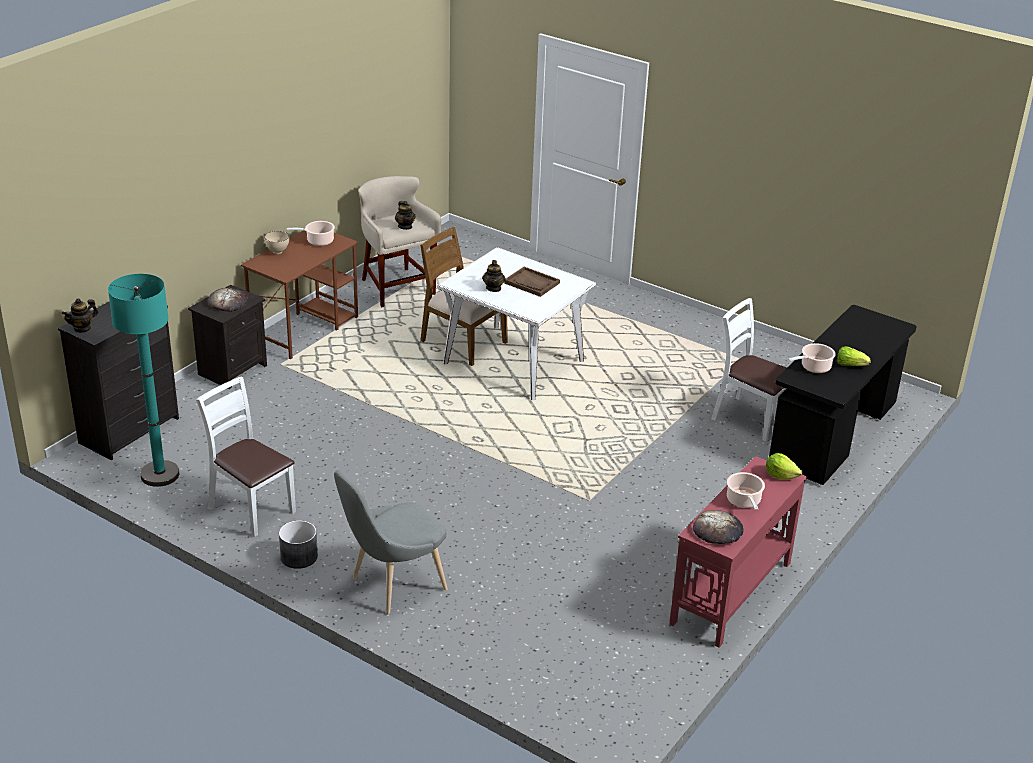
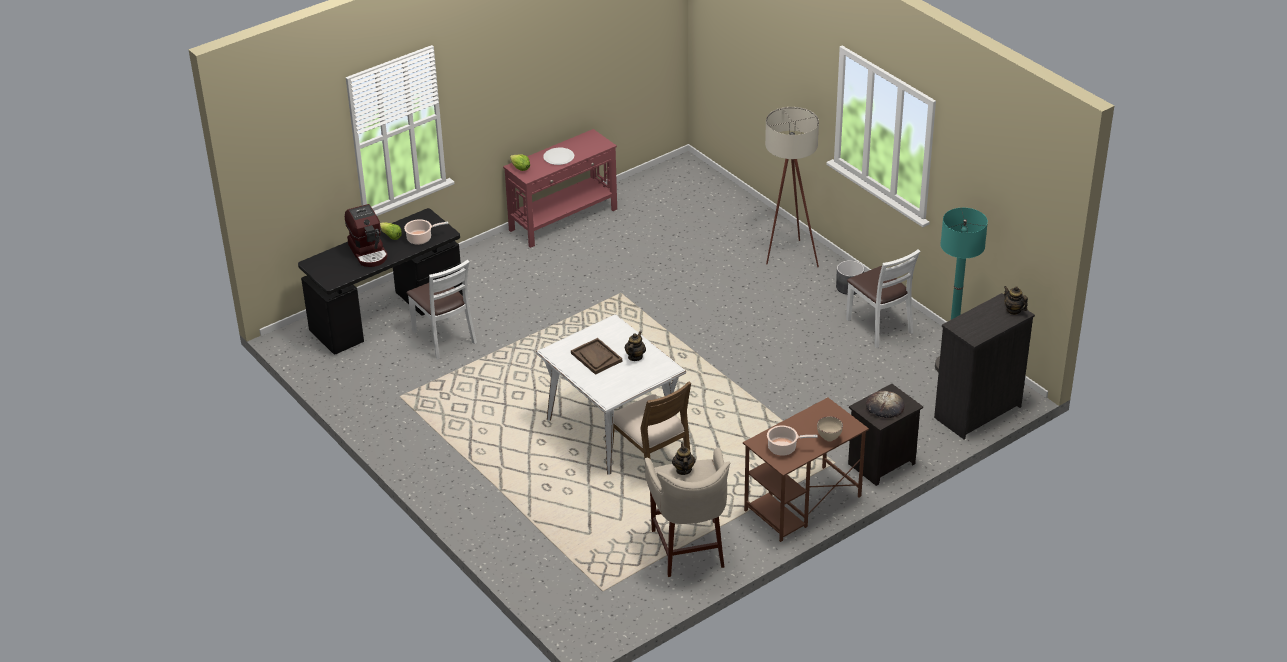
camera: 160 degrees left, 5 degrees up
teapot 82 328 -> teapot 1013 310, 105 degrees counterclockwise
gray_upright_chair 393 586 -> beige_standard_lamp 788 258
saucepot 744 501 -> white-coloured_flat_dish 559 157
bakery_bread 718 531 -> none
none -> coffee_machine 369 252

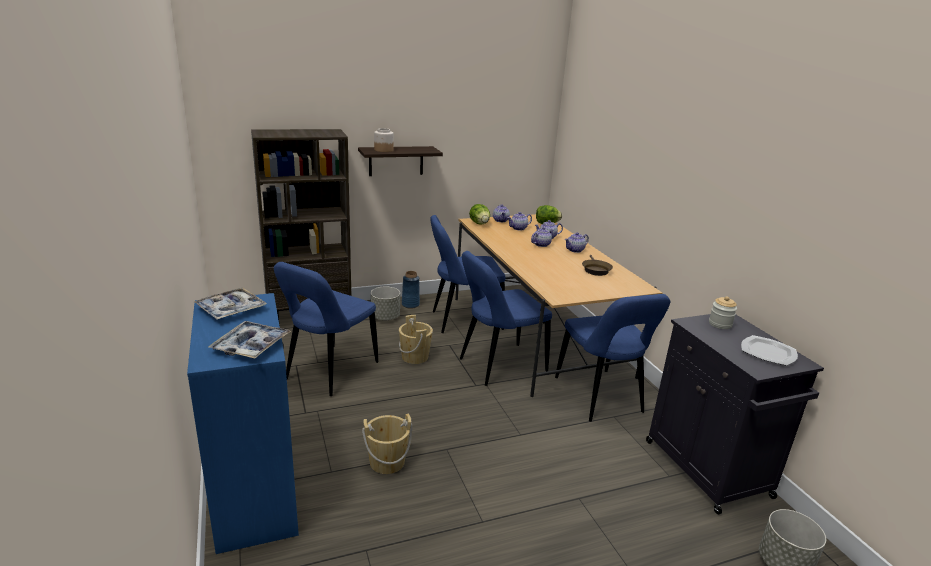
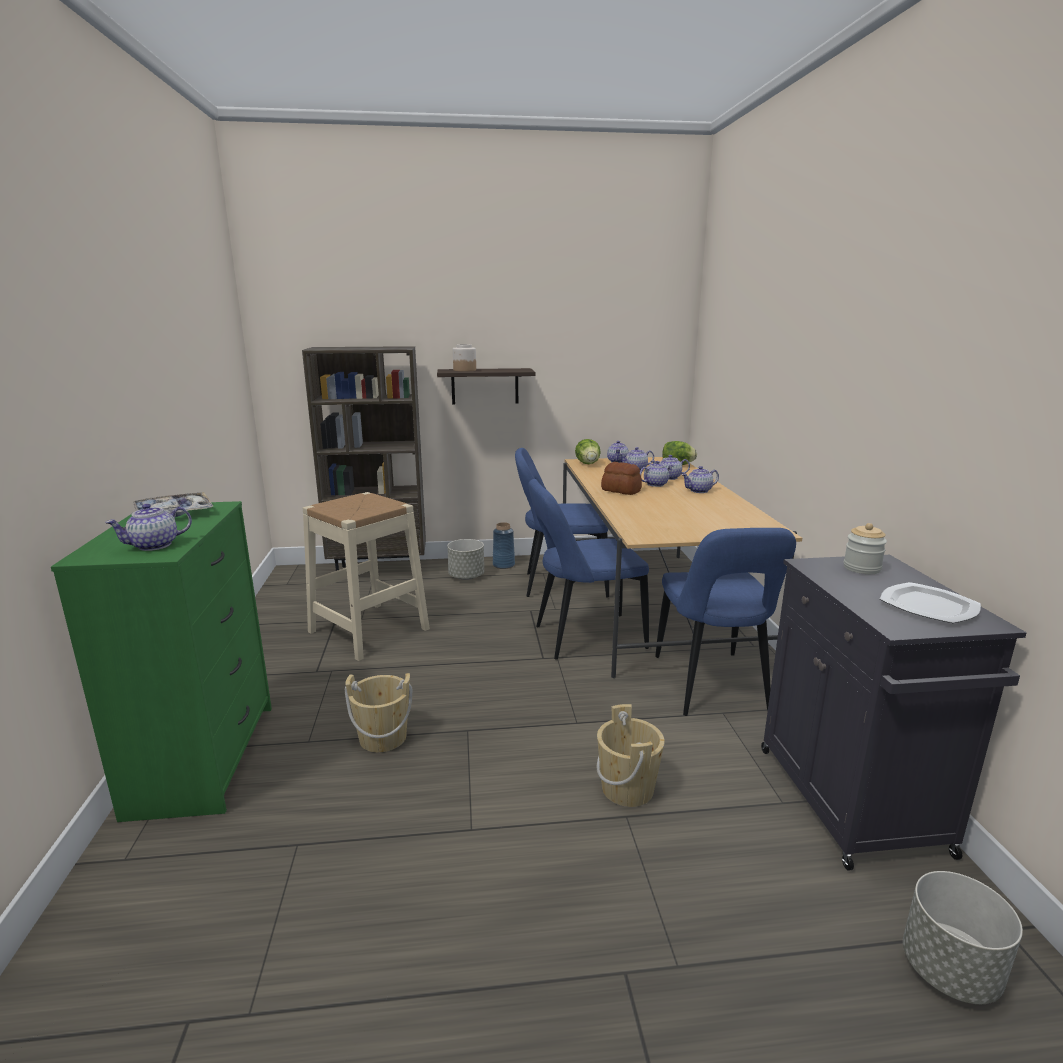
camera: 15 degrees right, 5 degrees down
brown-coloured_skillet 595 270 -> none
bluish_upright_chair 329 372 -> beige_stool_seat 368 630
bluish_dresser 256 495 -> green_dresser 205 758
beige_pail 415 357 -> beige_pail 627 788, shifted
serving_tray 251 346 -> teapot 154 546
none -> bakery_bread 621 490

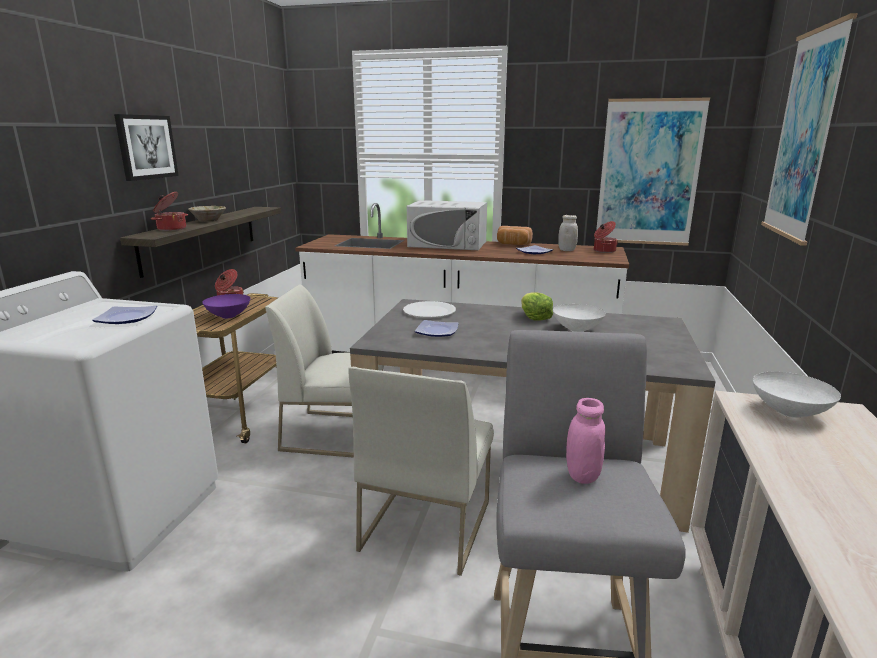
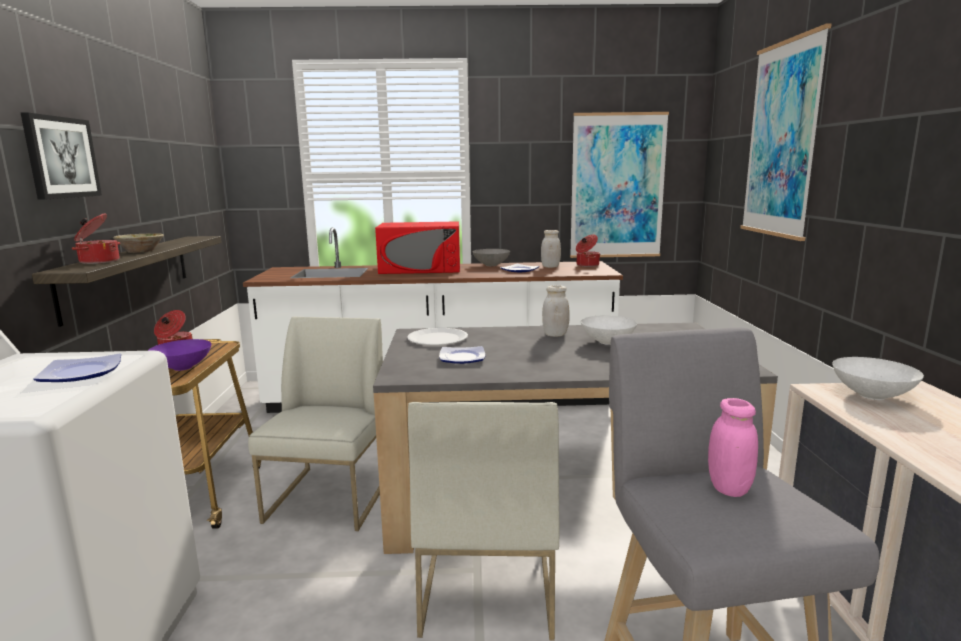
camera: 15 degrees left, 5 degrees down
white-coloured_kitchen_microwave 447 244 -> red-coloured_kitchen_microwave 421 268
bakery_bread 513 244 -> gray_bowl 491 265
white-coloured_upright_chair 335 433 -> white-coloured_upright_chair 331 498, 105 degrees clockwise
lettuce_head 534 317 -> white-coloured_storage_jar 555 334

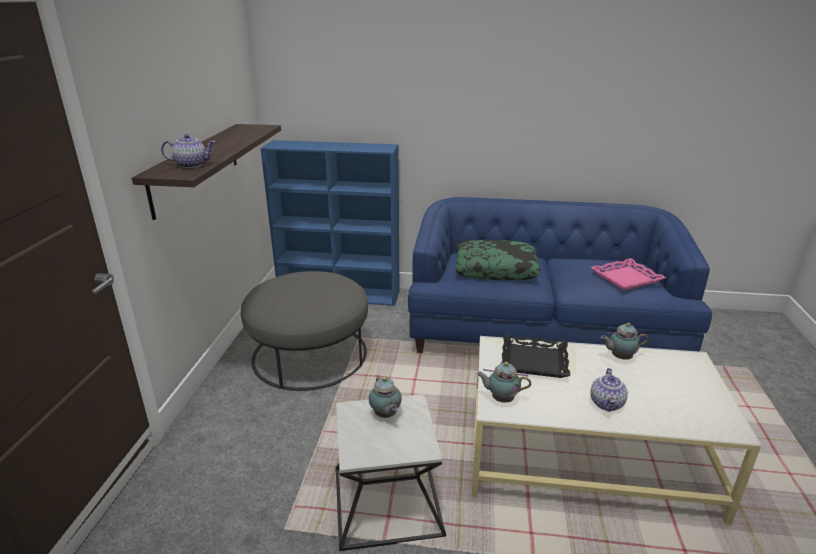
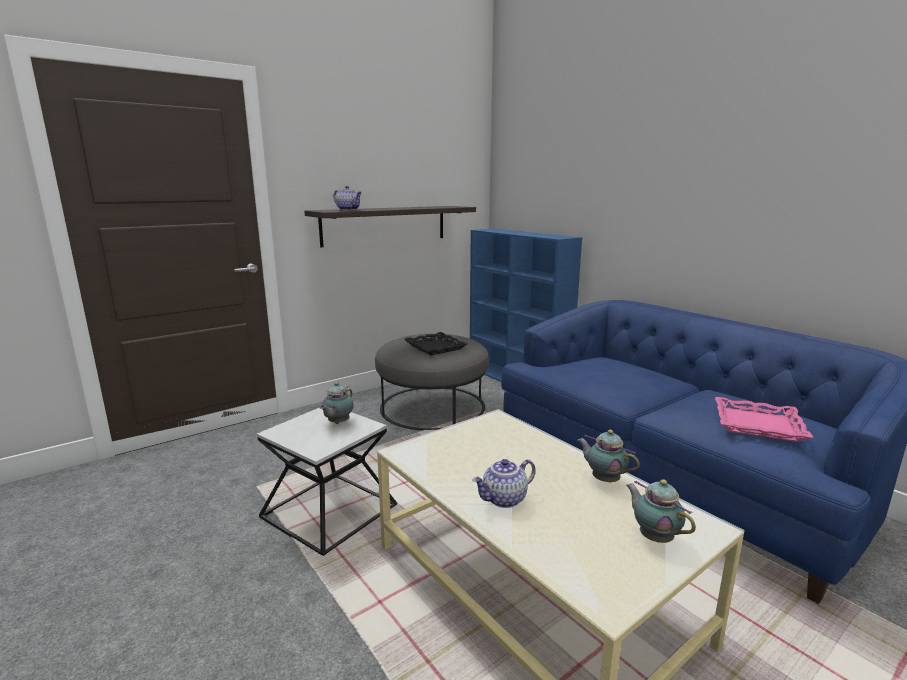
camera: 45 degrees right, 10 degrees down
pillow 495 269 -> none
blackish_serving_tray 534 360 -> blackish_serving_tray 436 347, shifted
teapot 501 399 -> teapot 654 537, shifted

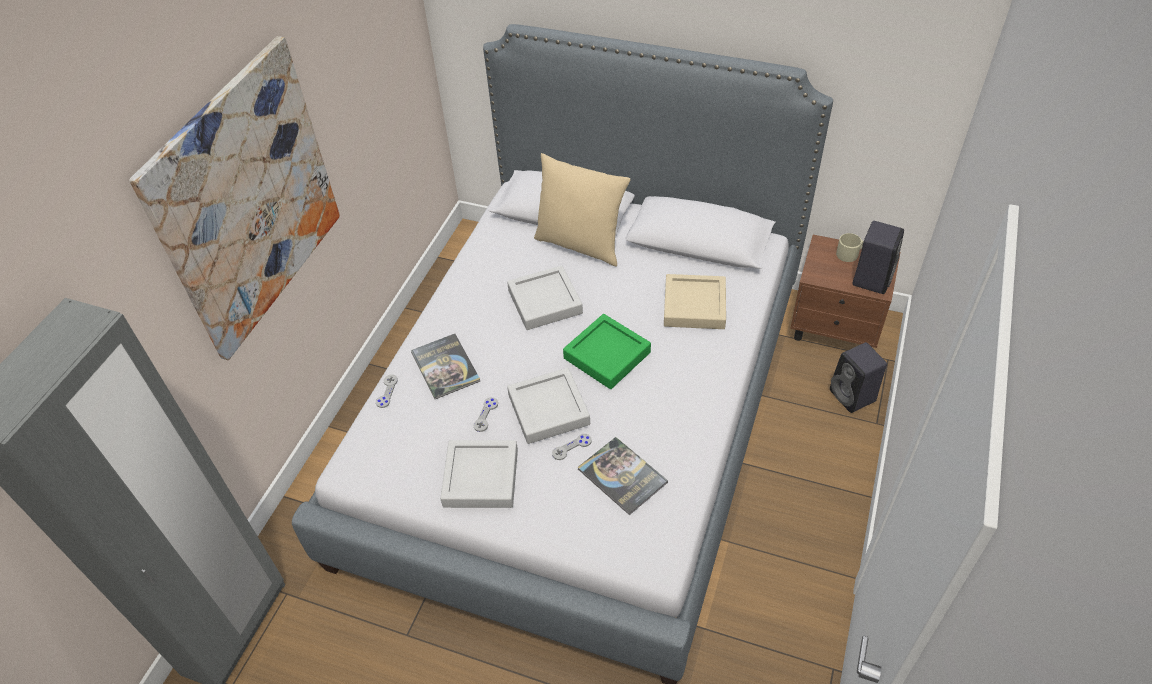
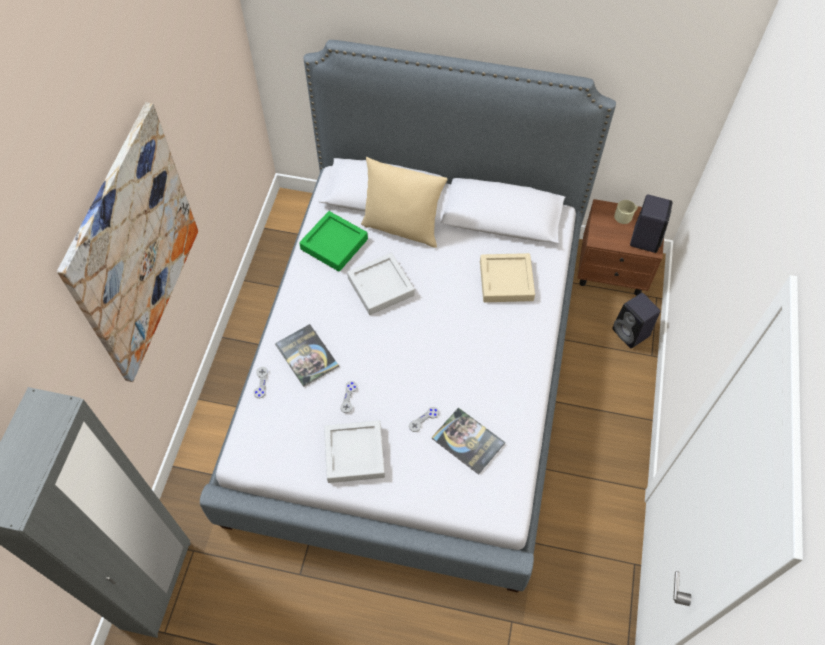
camera: 10 degrees left, 10 degrees up
green_serving_tray 607 355 -> green_serving_tray 334 244, shifted
gray_serving_tray 548 409 -> none

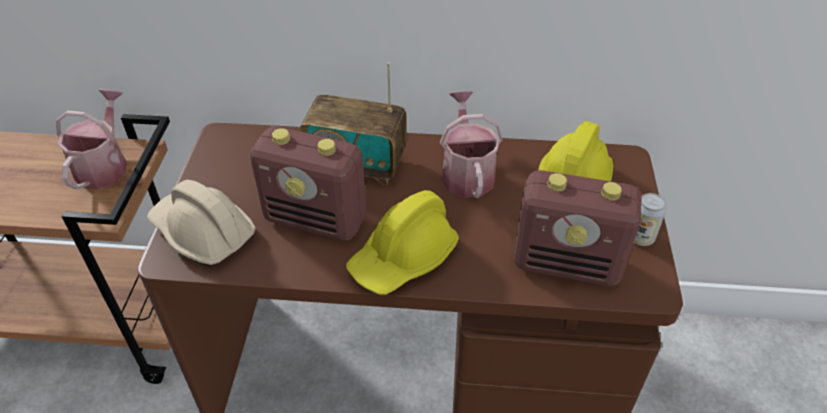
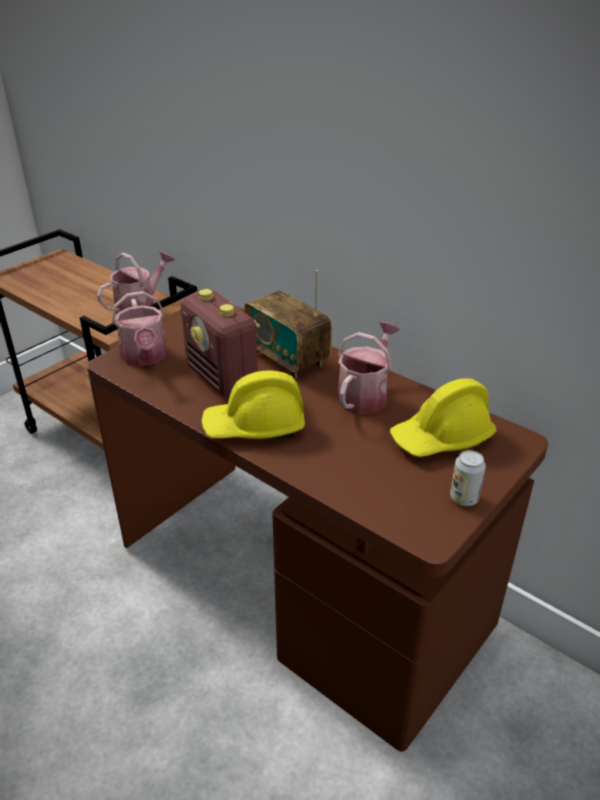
camera: 35 degrees right, 10 degrees down
radio_receiver 567 264 -> none
beige_work_helmet 202 233 -> sprinkling_can 145 357

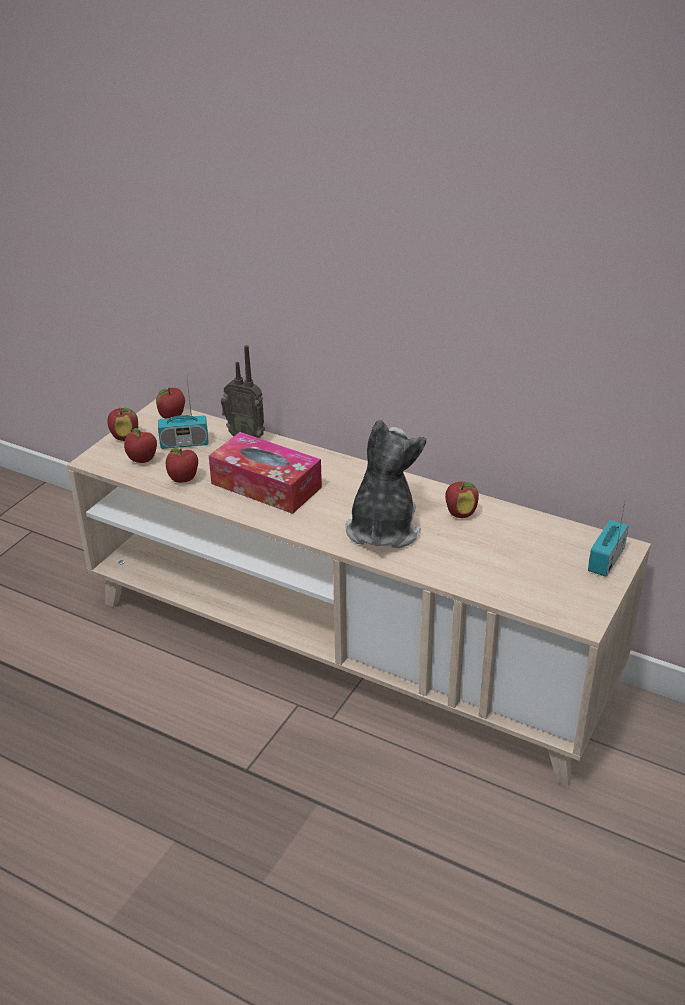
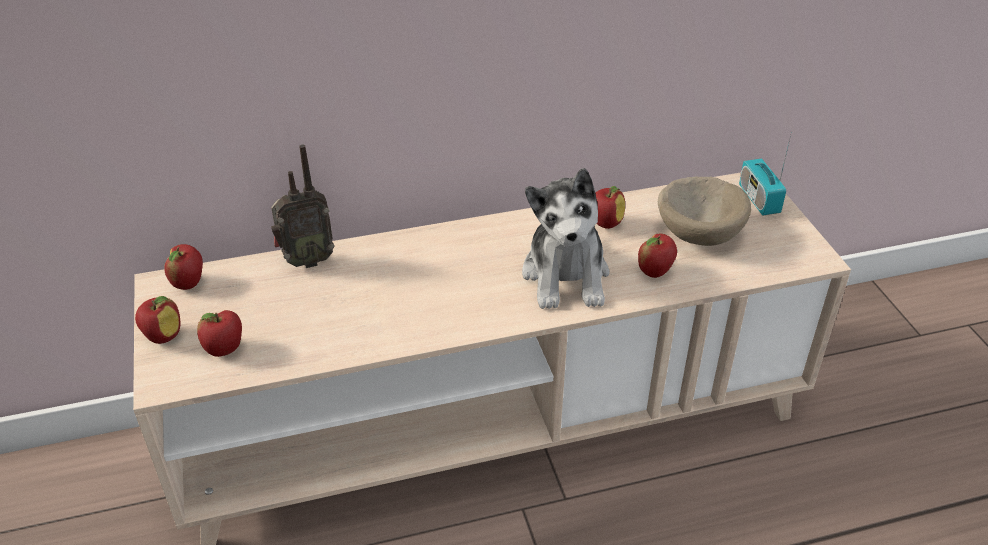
camera: 45 degrees left, 5 degrees up
radio_receiver 184 443 -> none
plush_toy 382 528 -> plush_toy 566 275, 150 degrees counterclockwise
tissue_box 266 485 -> none
apple_fruit 183 480 -> apple_fruit 655 272, shifted
none -> beige_bowl 700 232

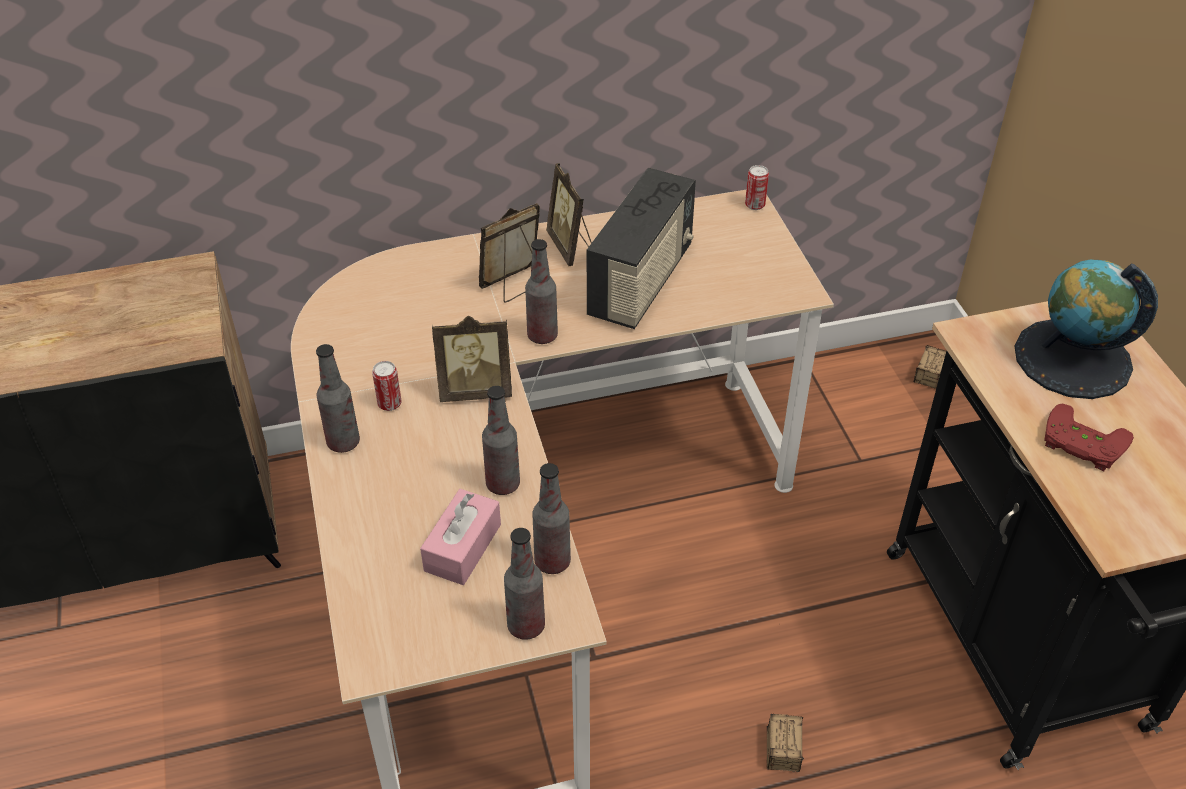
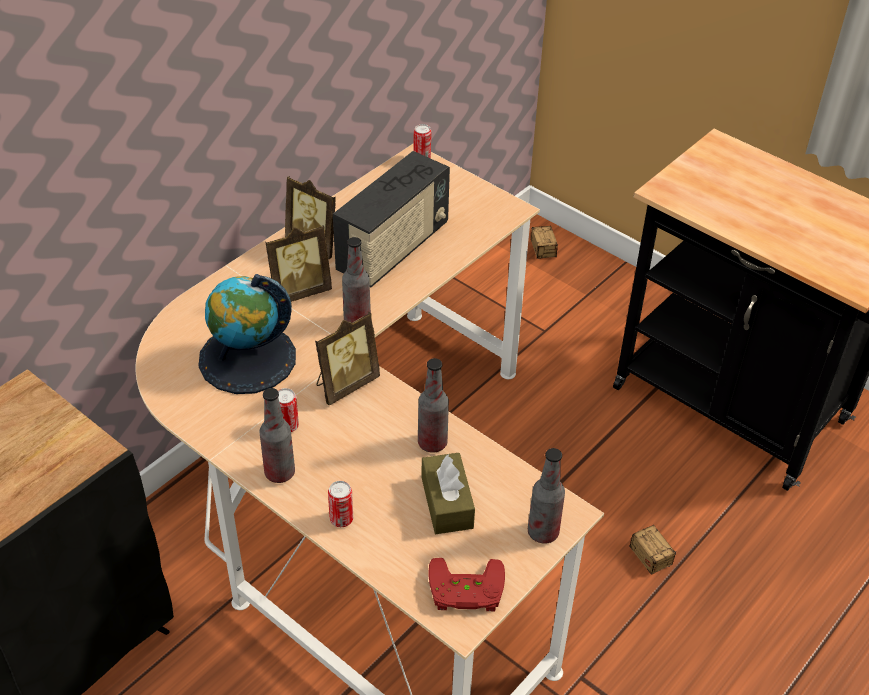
camera: 35 degrees left, 0 degrees up
radio_receiver 642 283 -> radio_receiver 393 249, 45 degrees clockwise
picture_frame 515 285 -> picture_frame 299 291, 135 degrees counterclockwise
world_globe 1072 359 -> world_globe 247 359, shifted
red-coloured_gamepad 1081 445 -> red-coloured_gamepad 465 592, shifted
bottle 552 562 -> none
pink_tissue_box 463 547 -> brown-coloured_tissue_box 447 502
none -> sealed_can 341 519

